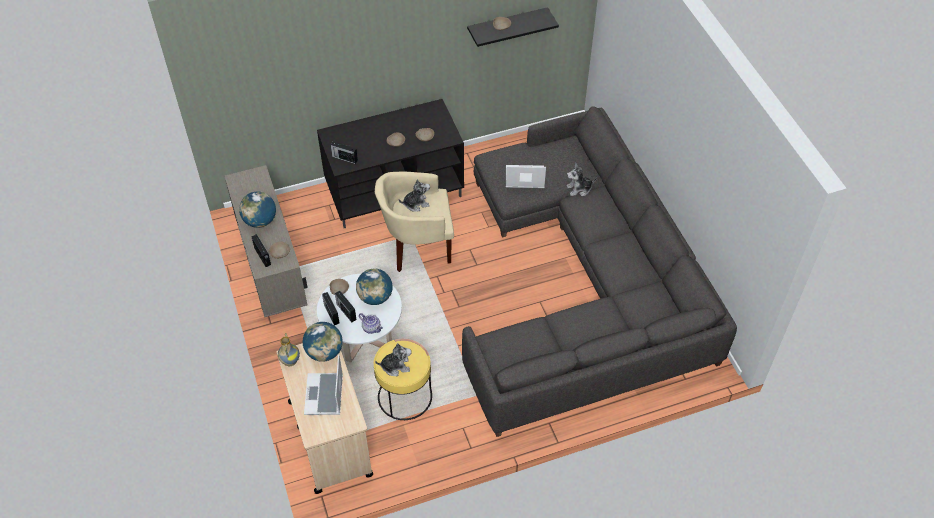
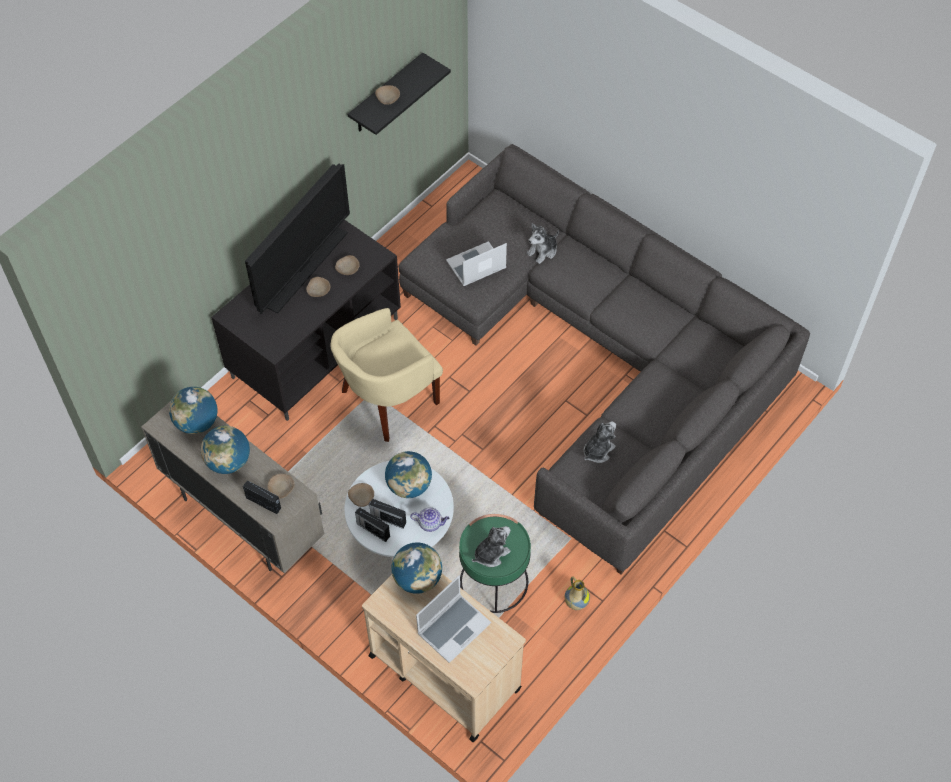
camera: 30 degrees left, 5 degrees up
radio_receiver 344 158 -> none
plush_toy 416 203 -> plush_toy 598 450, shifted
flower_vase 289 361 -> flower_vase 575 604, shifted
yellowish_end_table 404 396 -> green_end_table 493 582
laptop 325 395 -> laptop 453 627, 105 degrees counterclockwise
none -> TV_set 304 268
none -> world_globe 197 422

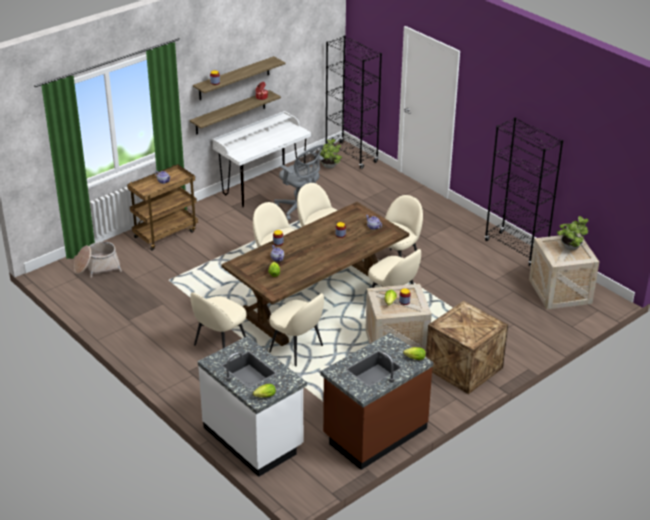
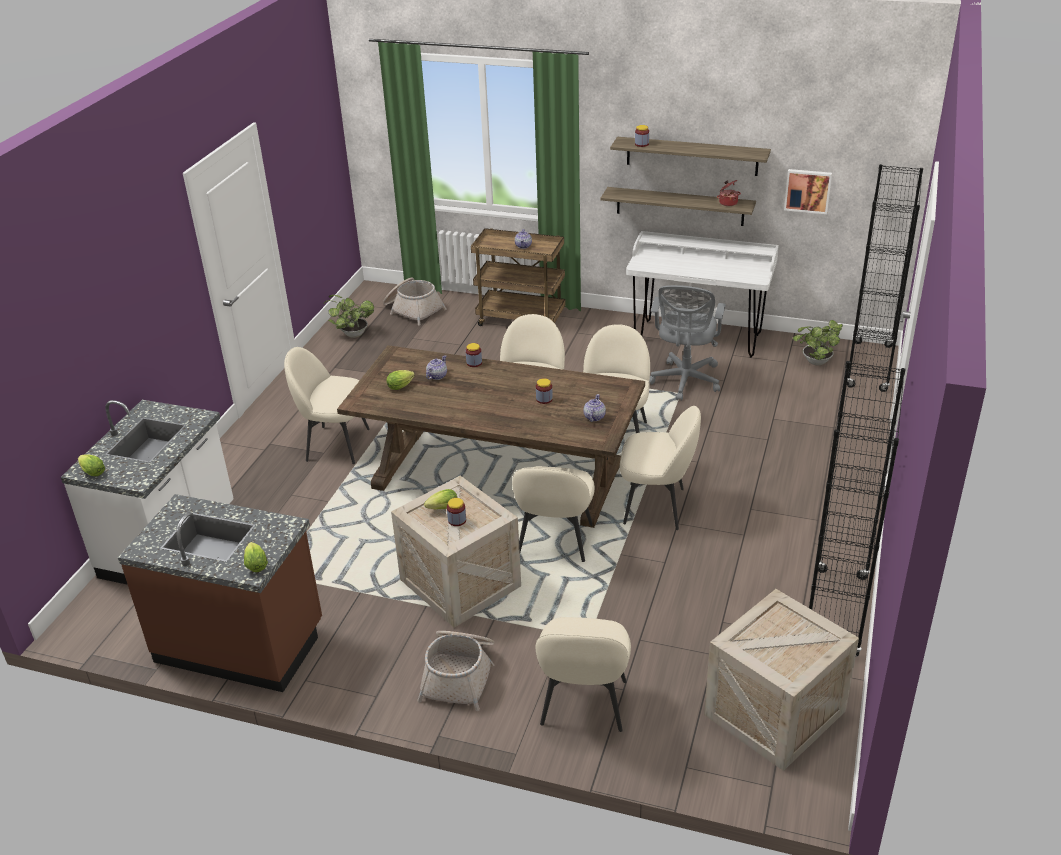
camera: 60 degrees right, 0 degrees up
houseplant 569 248 -> houseplant 352 334, shifted
beige_upright_chair 297 349 -> beige_upright_chair 583 705, shifted
crate 463 367 -> storage_basket 460 675
none -> wall_art 808 190

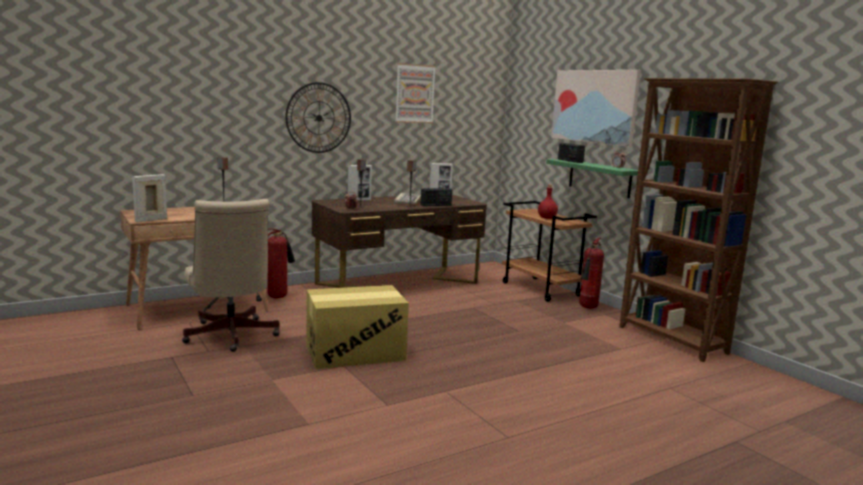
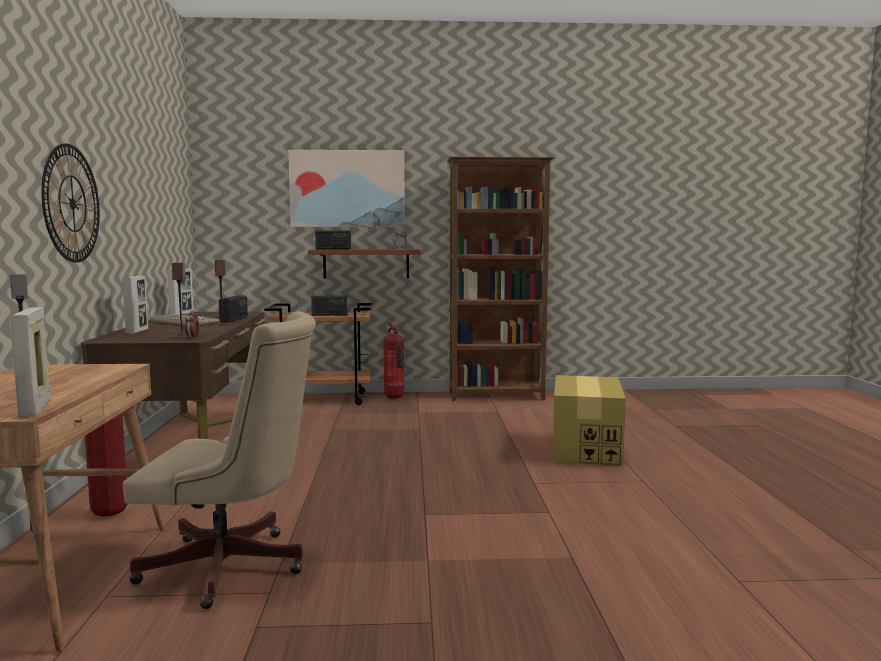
camera: 60 degrees left, 5 degrees down
wall_art 414 93 -> none
green_wall_shelf 599 178 -> brown-coloured_wall_shelf 366 263
red-coloured_bottle 547 218 -> radio_receiver 329 315
cardboard_box 355 352 -> cardboard_box 586 448, shifted

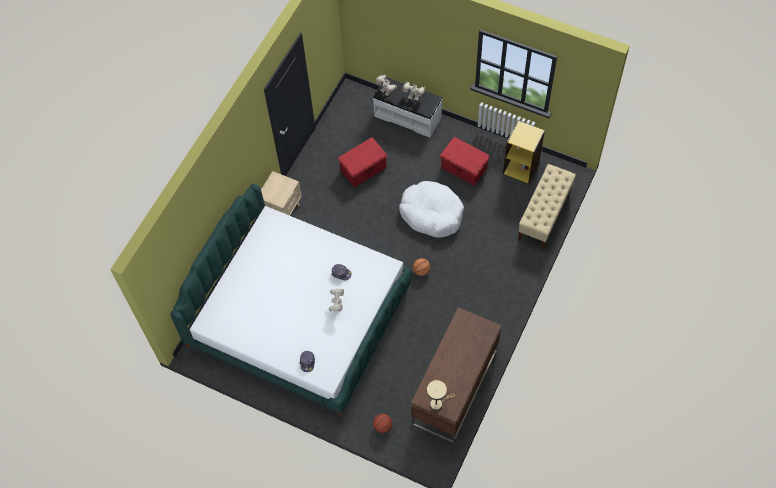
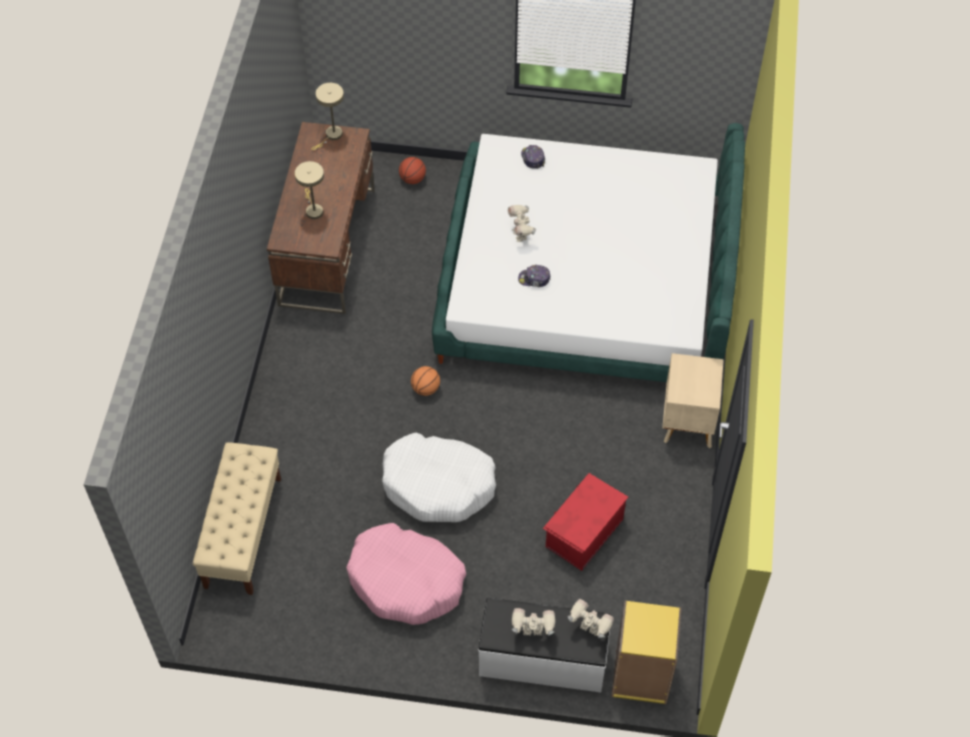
camera: 160 degrees right, 5 degrees down
yellowish_bookshelf 521 167 -> yellowish_bookshelf 640 676, shifted
red-coloured_storage_container 464 169 -> pink_dog_bed 406 581
none -> beige_lamp_for_a_table 313 210

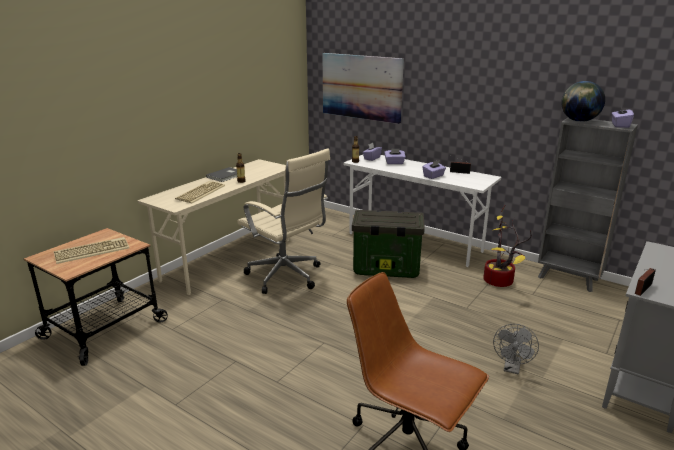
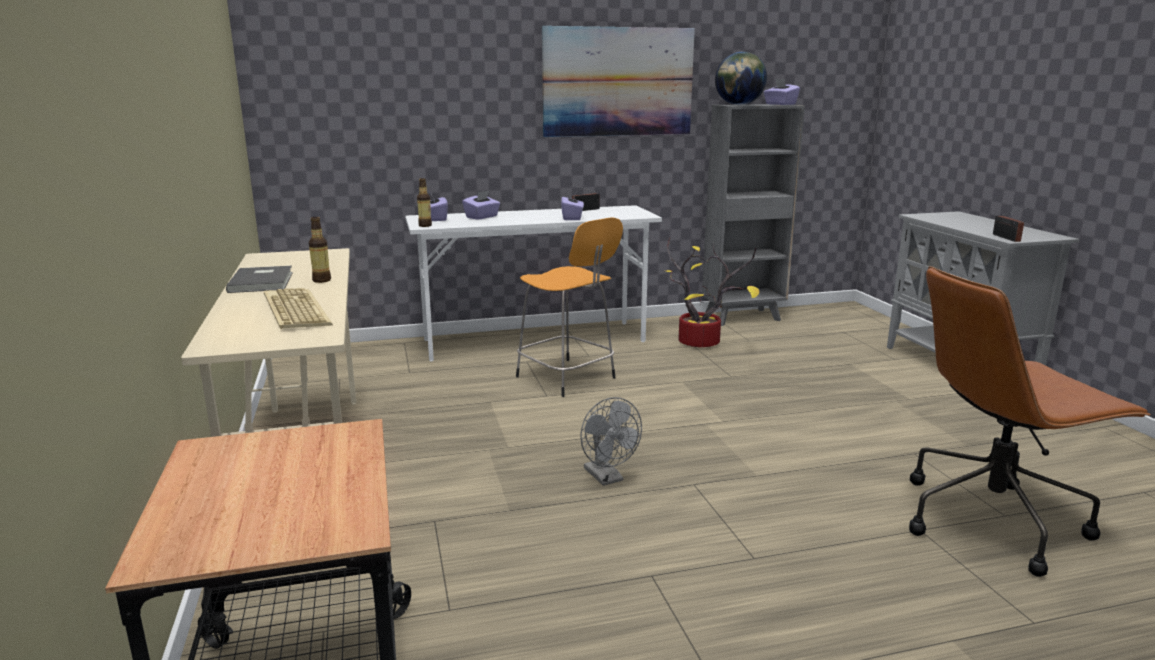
camera: 50 degrees left, 5 degrees down
wall_art 361 87 -> wall_art 617 82, shifted
beige_desk_chair 287 277 -> none
storage_container 385 269 -> orange-coloured_stool_seat 568 378
keyboard 92 250 -> none
gray_electric_fan 512 368 -> gray_electric_fan 607 478, shifted

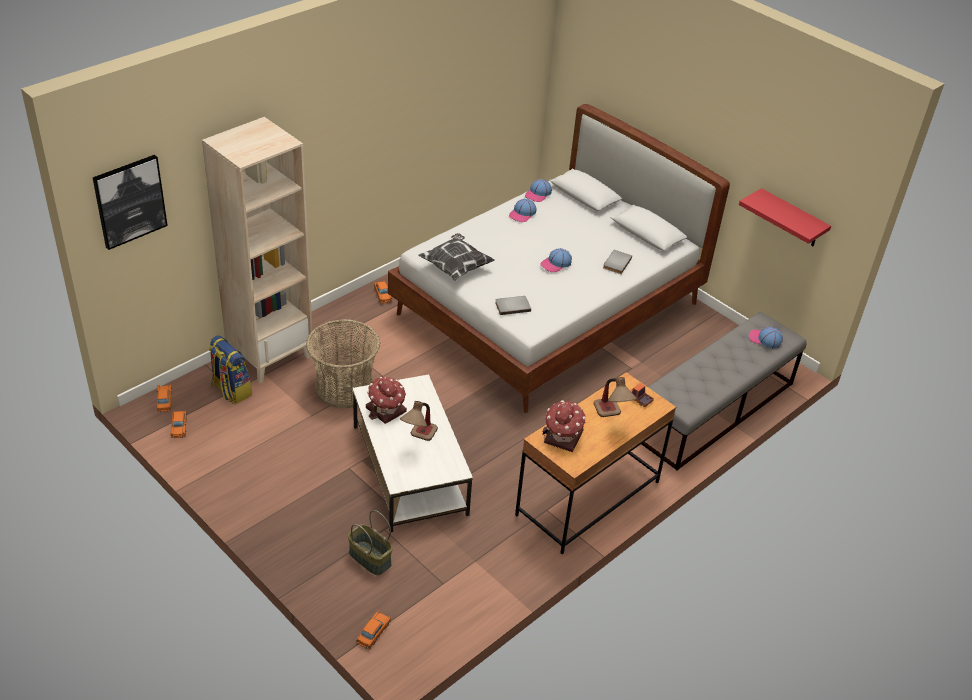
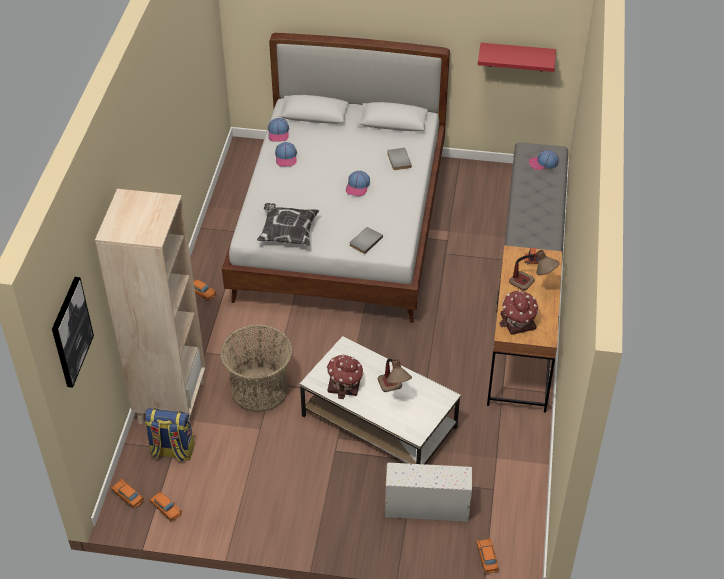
camera: 35 degrees left, 5 degrees up
storage_basket 369 558 -> white-coloured_storage_container 425 508

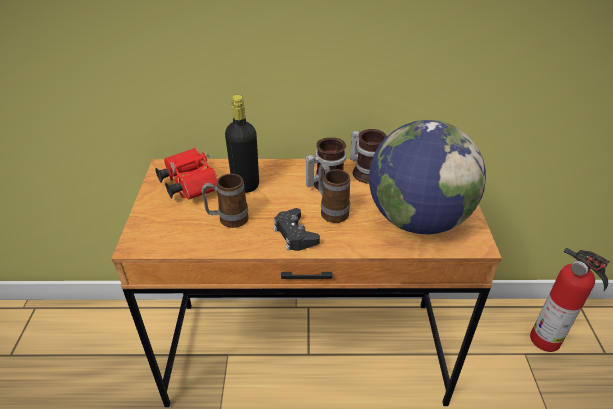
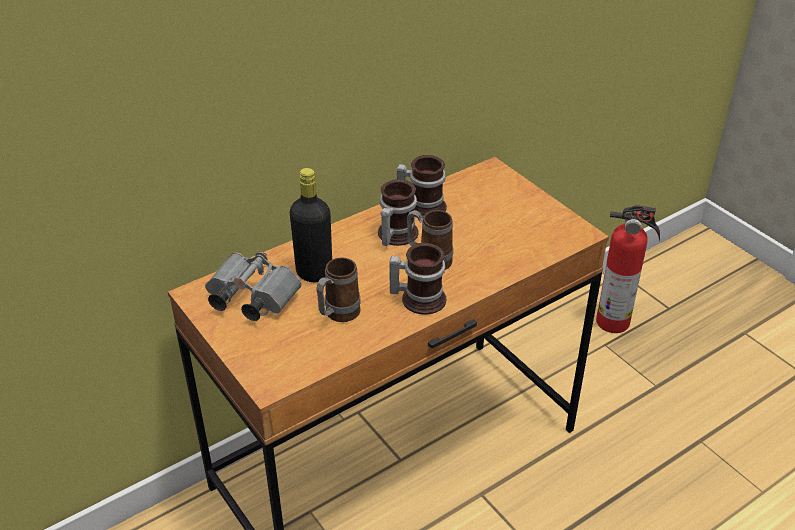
camera: 35 degrees left, 0 degrees up
world_globe 417 220 -> none
red-coloured_pair_of_binoculars 189 184 -> gray_pair_of_binoculars 250 299
blackish_gamepad 295 234 -> tea_mug 419 298

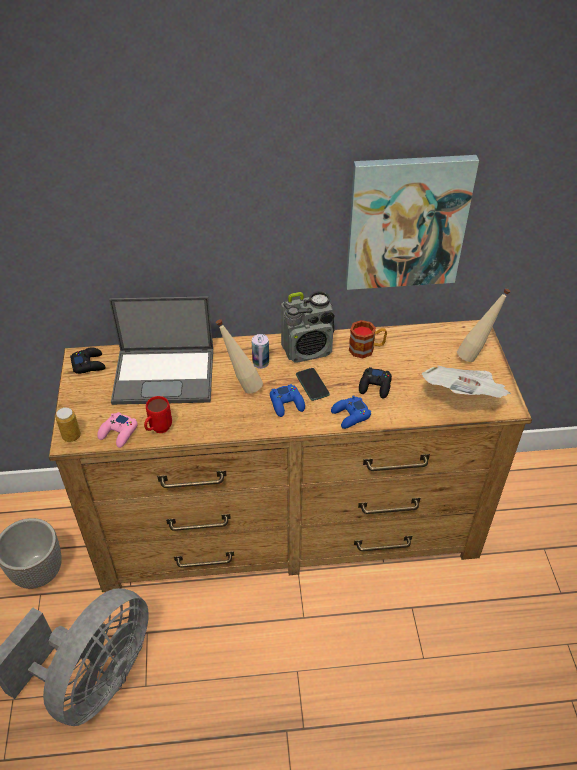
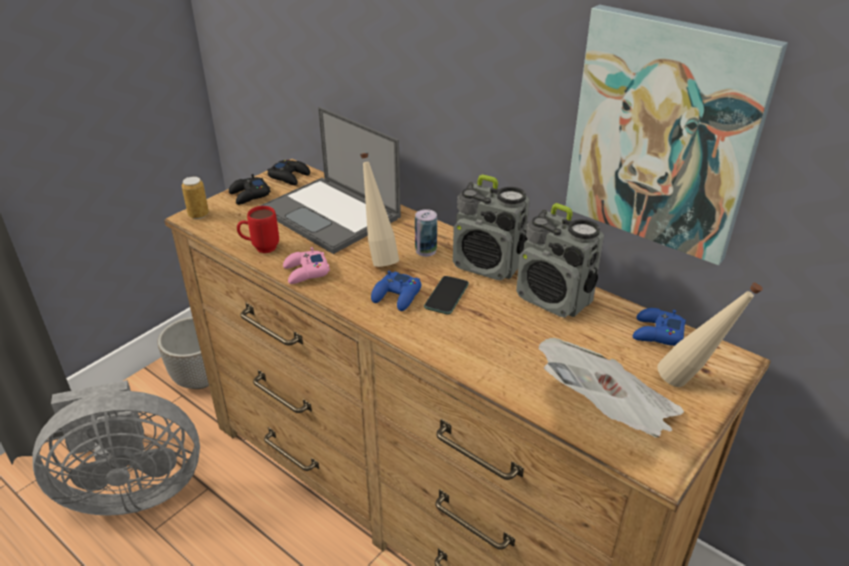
camera: 45 degrees right, 10 degrees down
tea_mug 366 349 -> radio_receiver 554 300
blackish_gamepad 375 386 -> blackish_gamepad 249 195, shifted
bluish_gamepad 350 415 -> bluish_gamepad 657 333, shifted
pink_gamepad 118 433 -> pink_gamepad 306 272, shifted

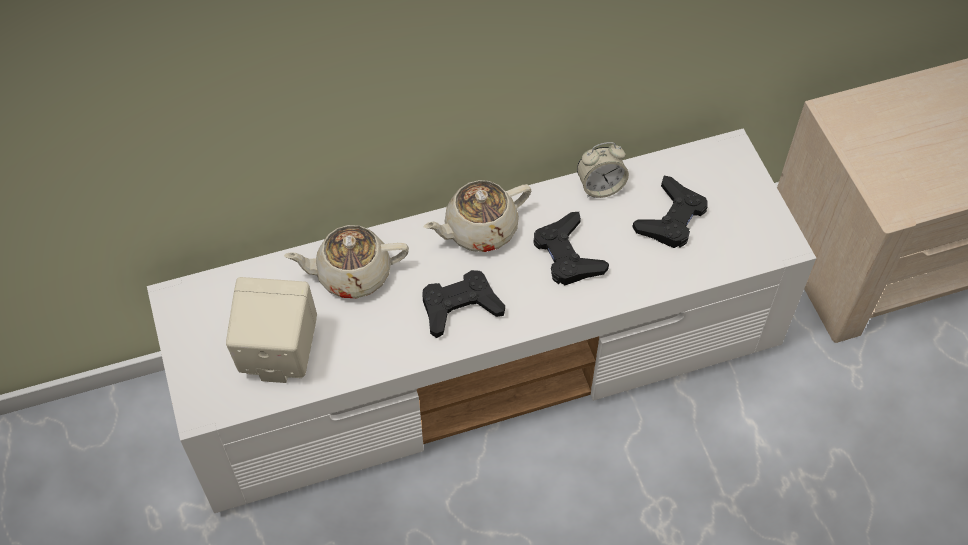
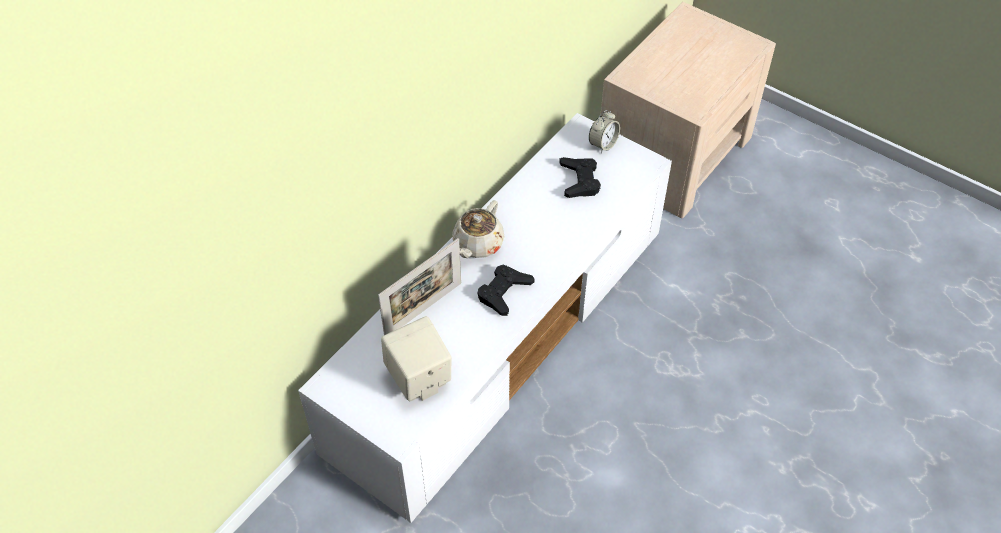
camera: 35 degrees left, 5 degrees down
bedside_clock 600 187 -> bedside_clock 603 144, shifted
blackish_gamepad 567 255 -> none
beige_teapot 352 274 -> picture_frame 423 310

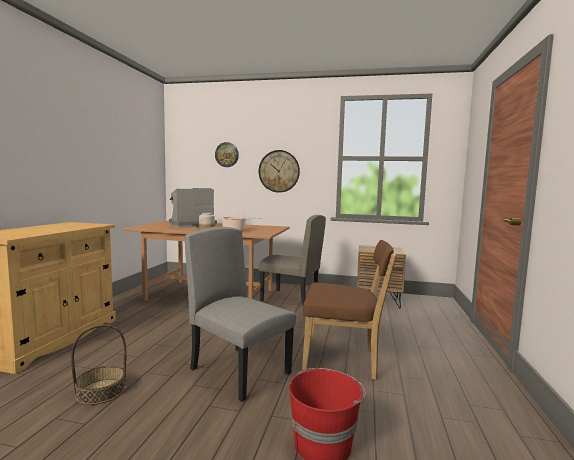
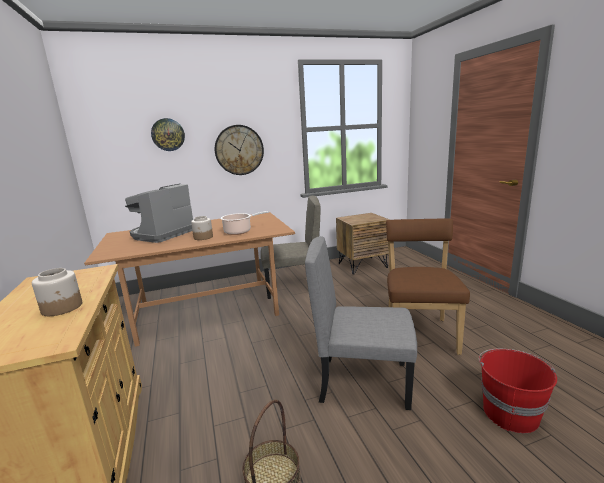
camera: 30 degrees left, 10 degrees up
brown-coloured_upright_chair 344 360 -> brown-coloured_upright_chair 420 333, 60 degrees counterclockwise
none -> storage_jar 62 308

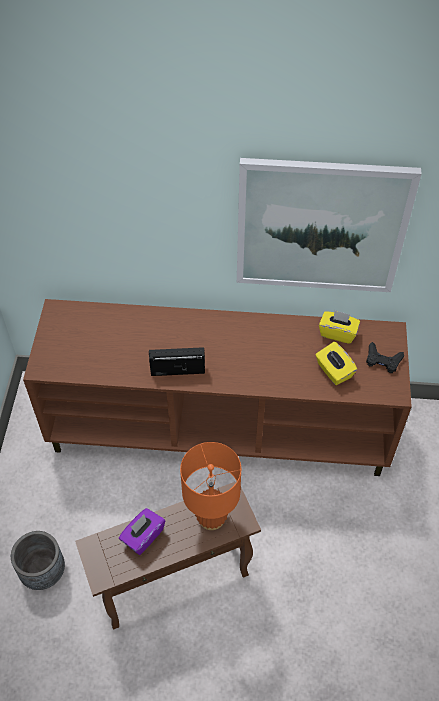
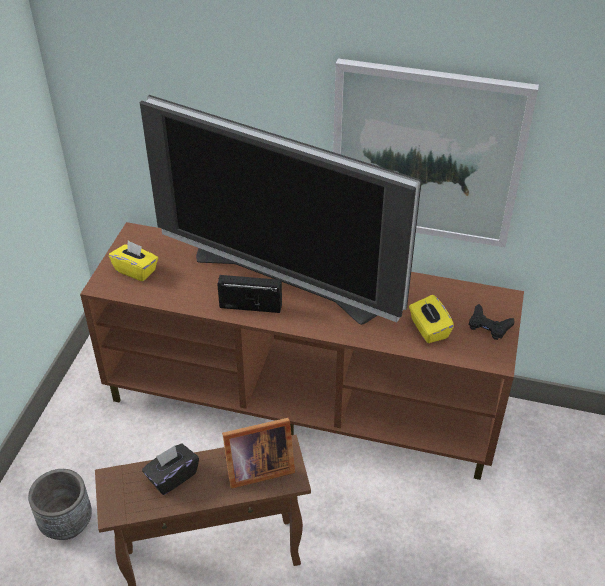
camera: 10 degrees right, 10 degrees down
yellowish_tissue_box 337 333 -> yellowish_tissue_box 136 270, shifted
orange-coloured_lamp_for_a_table 211 517 -> picture_frame 256 468
purple_tissue_box 143 536 -> blackish_tissue_box 172 477
none -> TV_set 285 281

